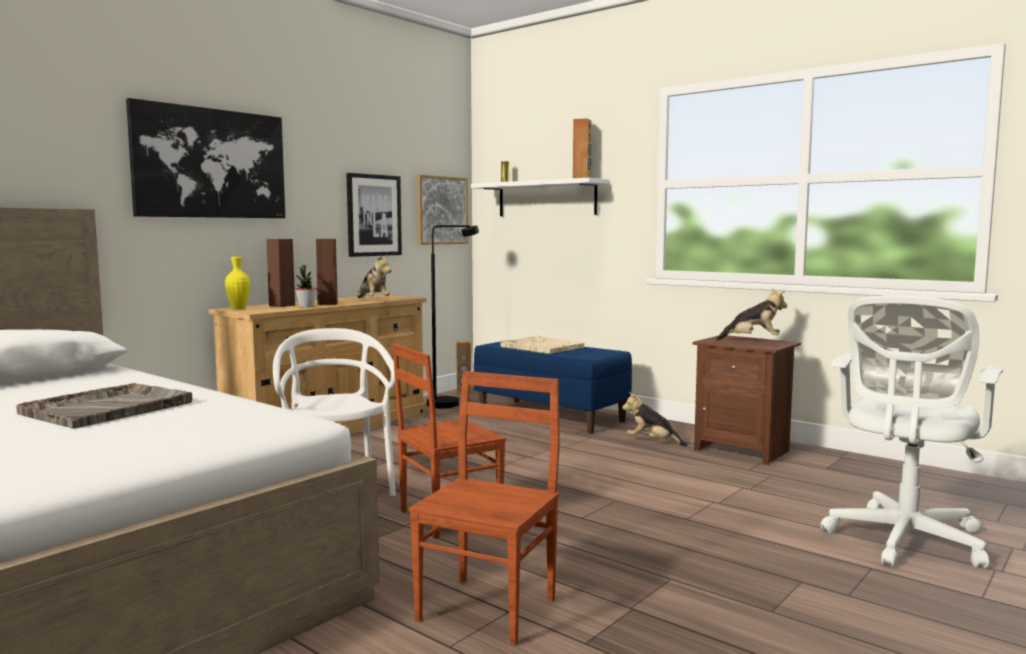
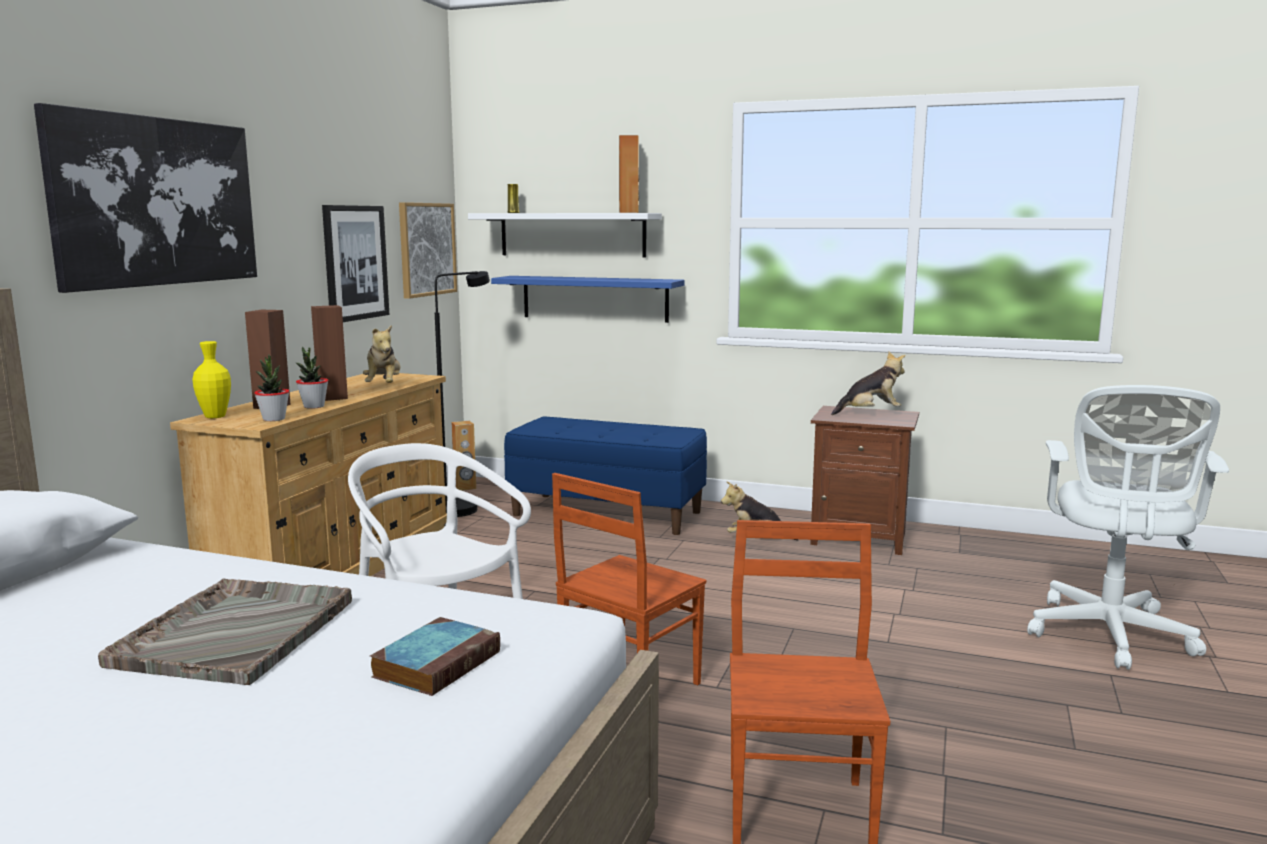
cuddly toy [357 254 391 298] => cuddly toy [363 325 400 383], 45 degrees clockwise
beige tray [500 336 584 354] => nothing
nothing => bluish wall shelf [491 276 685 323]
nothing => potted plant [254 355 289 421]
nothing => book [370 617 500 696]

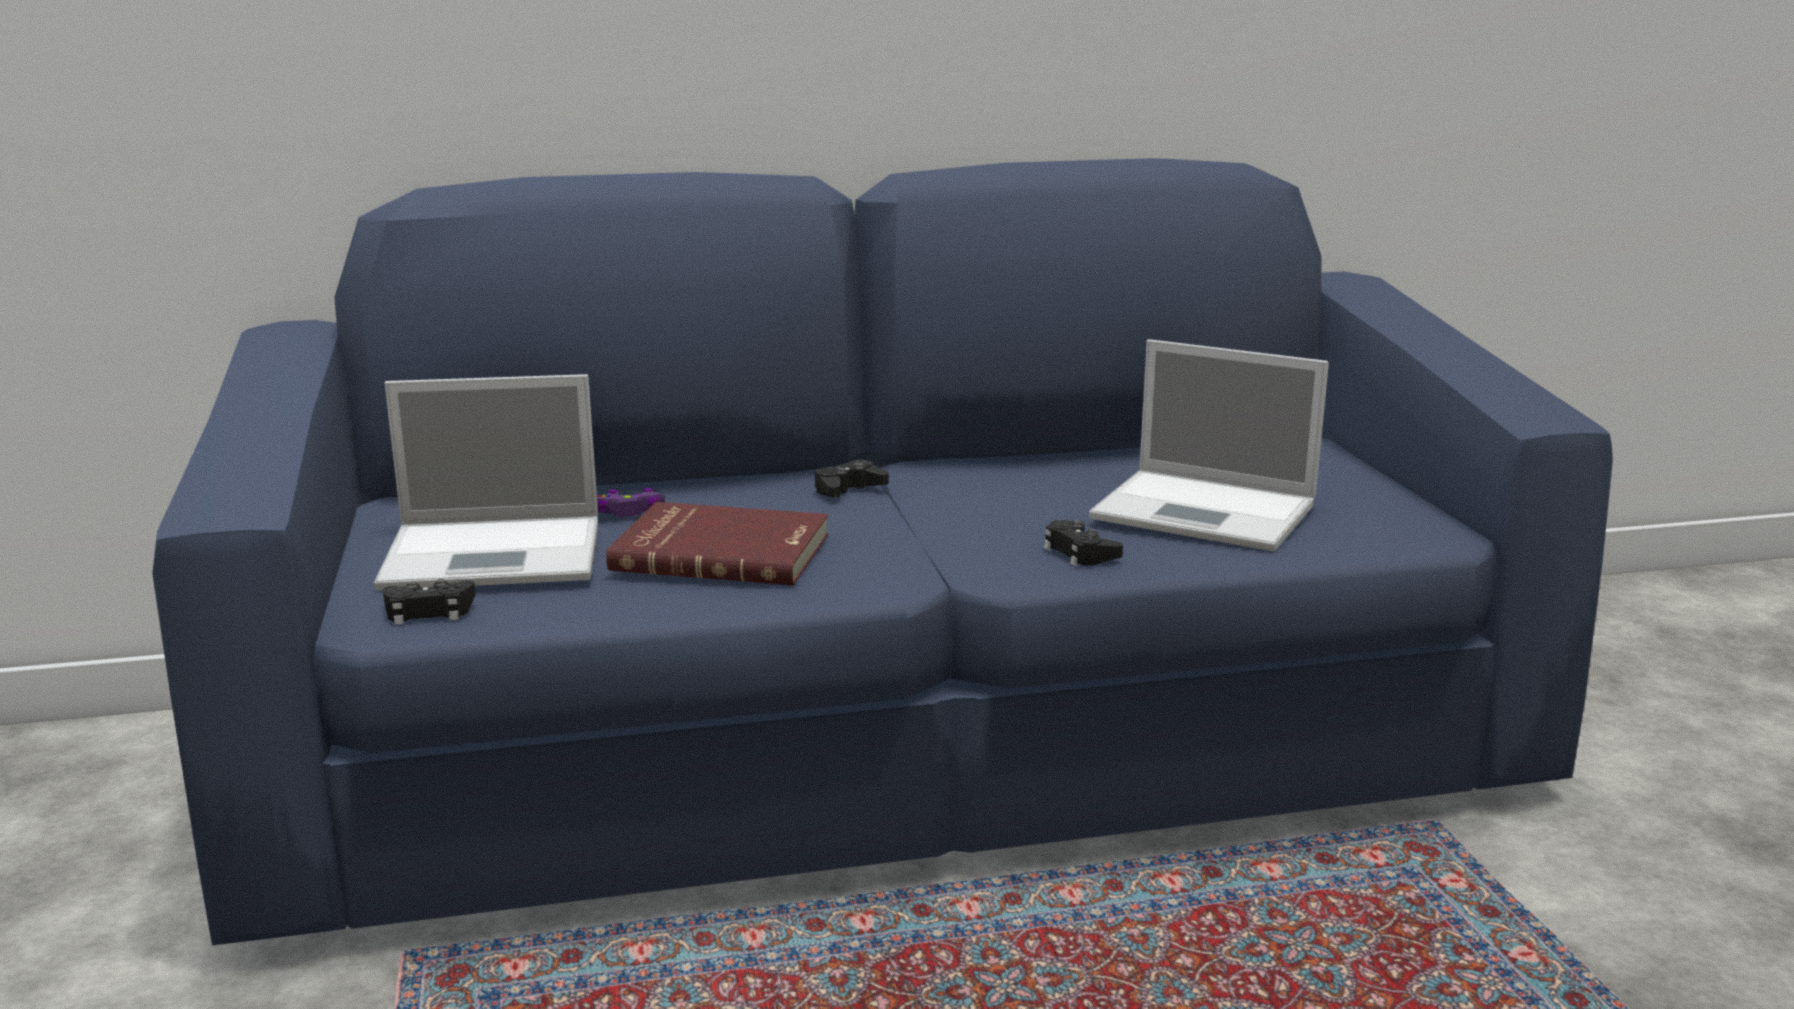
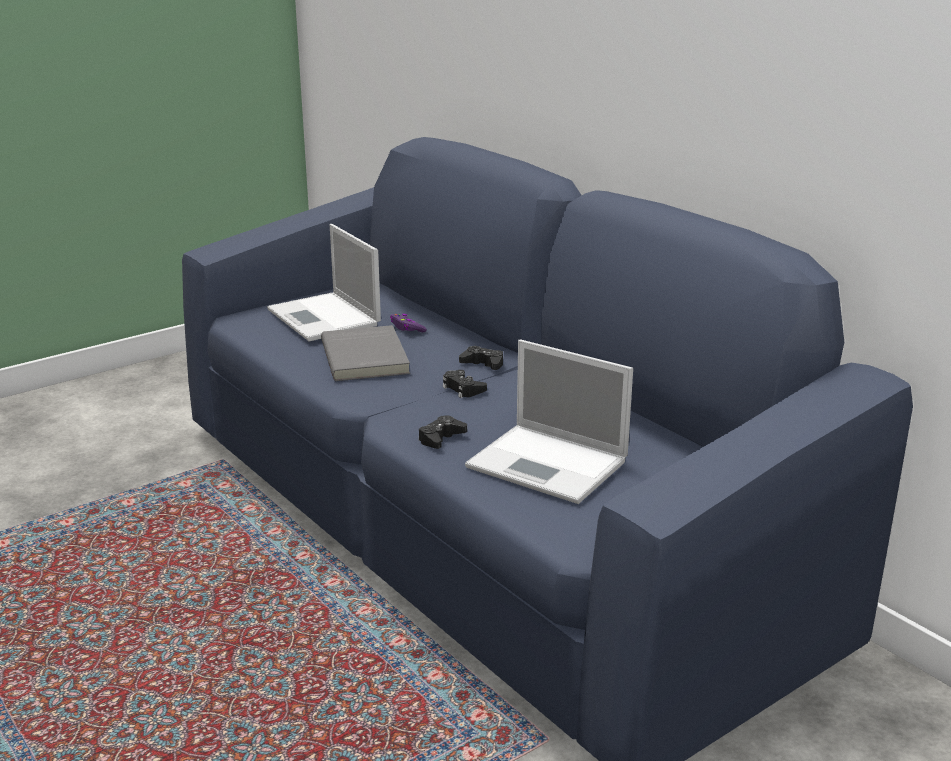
portable computer [1089 339 1329 551] => portable computer [465 339 633 504], 60 degrees counterclockwise
reddish book [606 502 828 585] => grey book [321 325 410 381]
blackish joypad [383 579 476 625] => blackish joypad [443 370 487 398], move

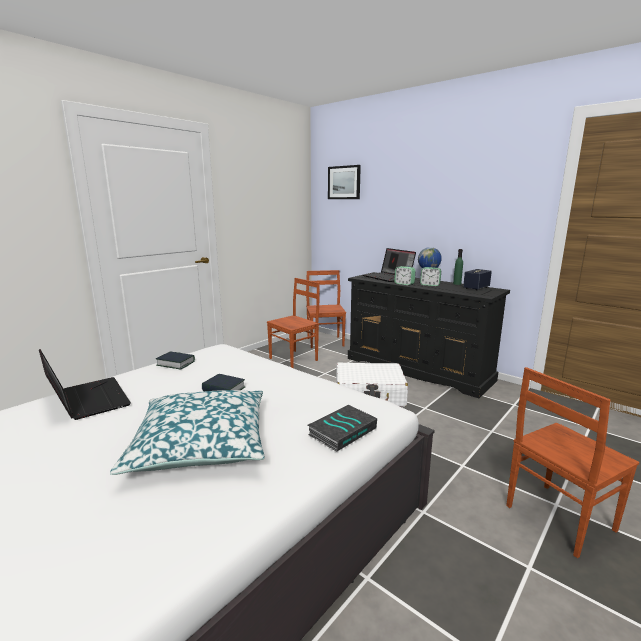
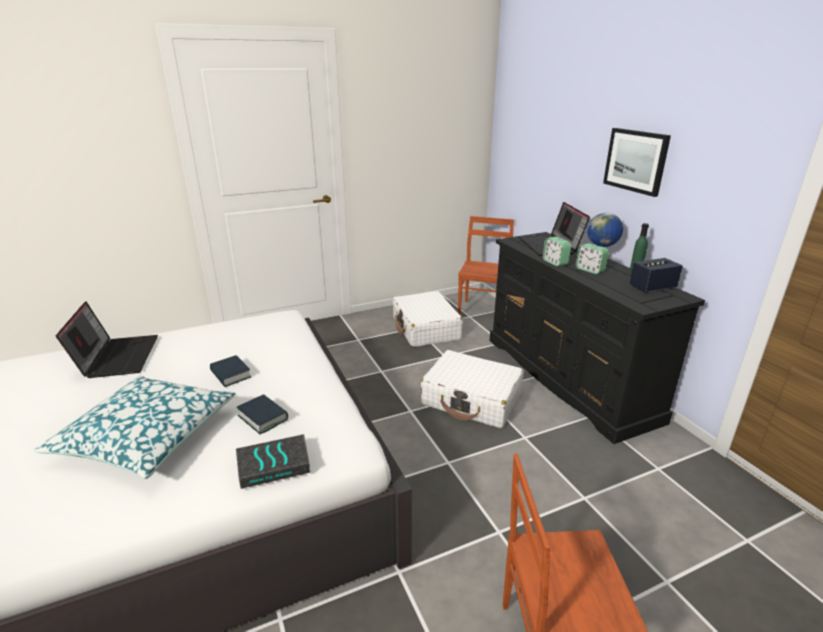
wall picture [328 165 361 199] => wall picture [603 128 671 197], move
brown-coloured upright chair [267 278 320 368] => whitish suitcase [392 291 463 347]
book [156 351 195 369] => book [237 394 288 435], move

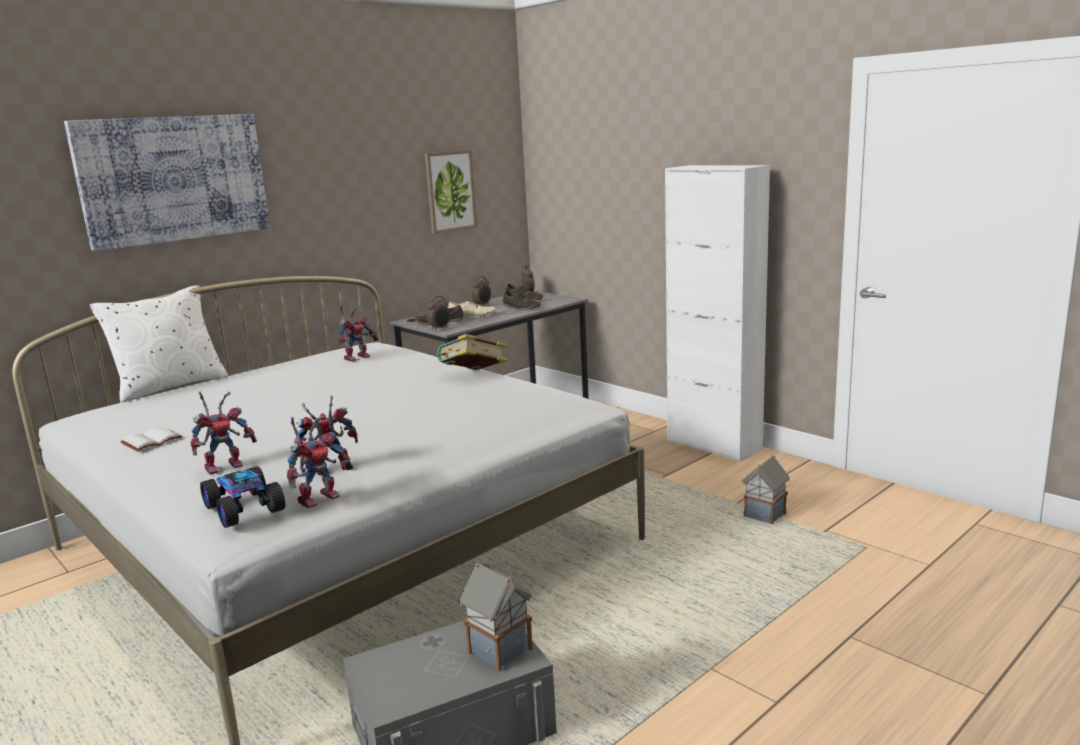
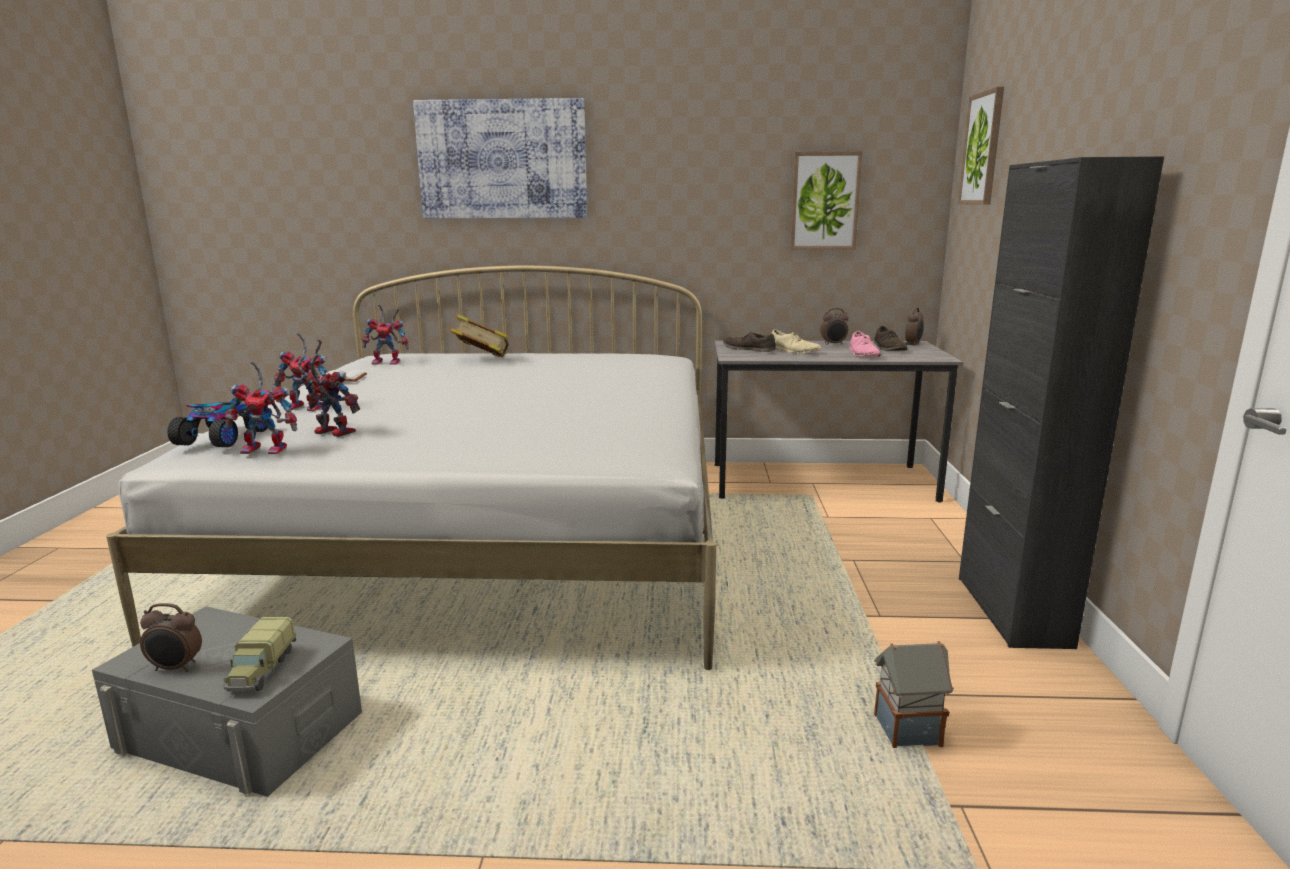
whitish cabinet [665 165 770 462] => blackish cabinet [959 156 1164 649]
whitish throw pillow [90 285 228 403] => nothing
brown-coloured shoe [503 291 541 310] => pink shoe [849 331 881 357]
alarm clock [427 296 451 330] => alarm clock [140 603 202 672], move
model robot [338 305 378 362] => model robot [362 304 409 365], move
book [437 334 508 370] => book [450 314 509 358], move
miniature house [459 562 533 672] => toy lorry [223 617 296 691]
nothing => wall picture [958 87 1004 205]

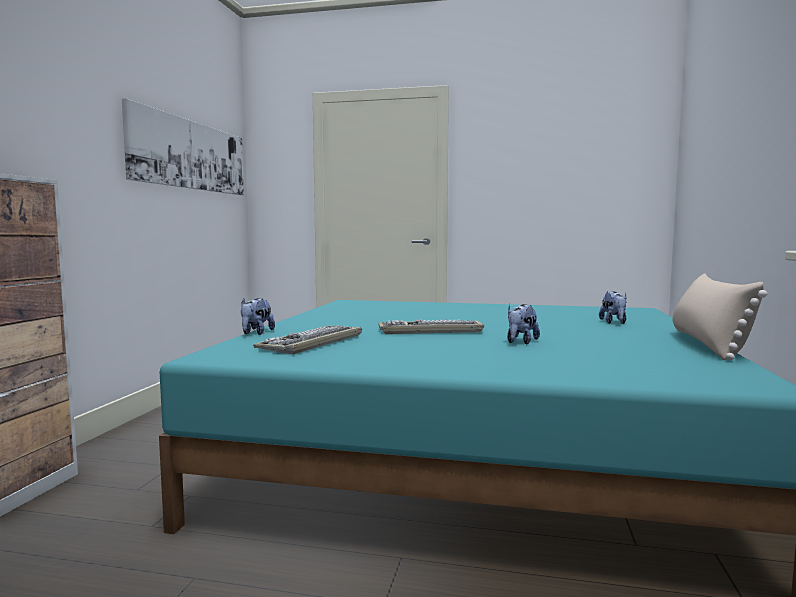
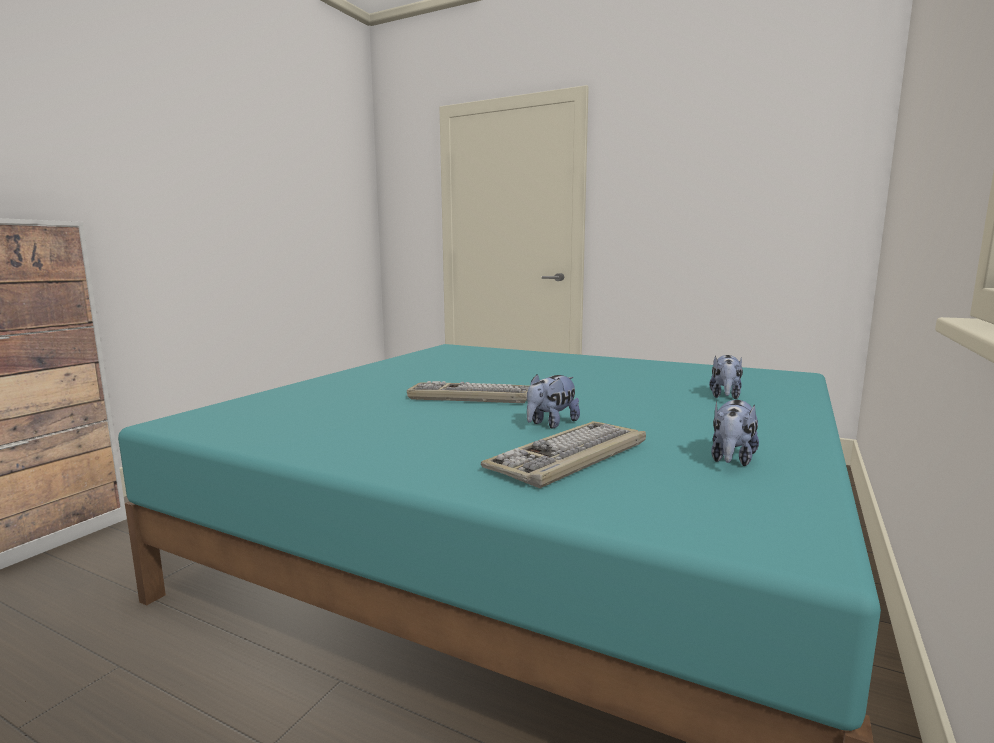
wall picture [122 98 244 195] => nothing
beige throw pillow [672 273 767 360] => nothing
cuddly toy [241 298 275 335] => cuddly toy [711 400 759 466], move
computer keyboard [253 325 362 354] => computer keyboard [481 421 646 488], move

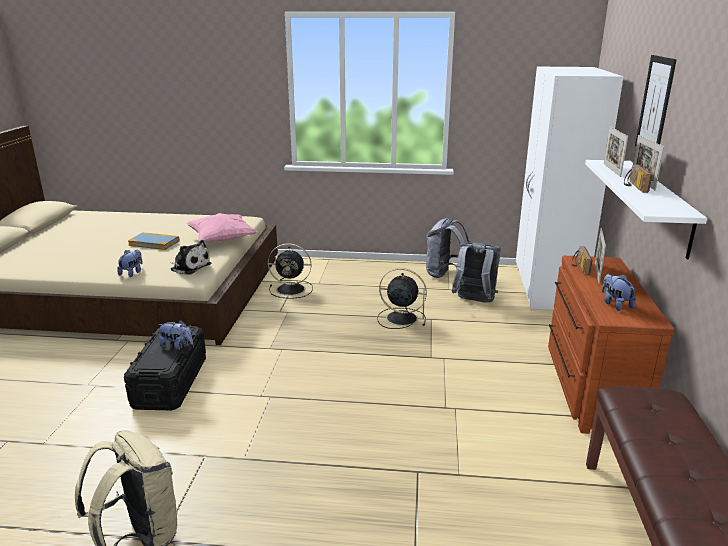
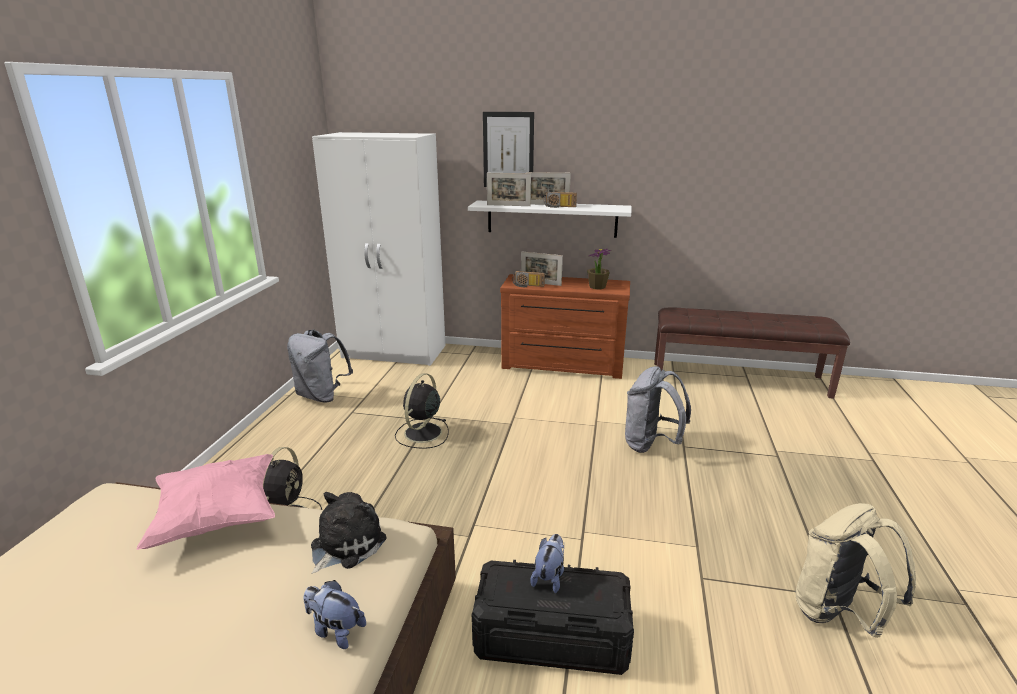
book [128 232 179 250] => nothing
grey knapsack [451 242 501 303] => grey knapsack [625 366 691 453], move
cuddly toy [602 274 636 311] => potted plant [587 249 611 289]

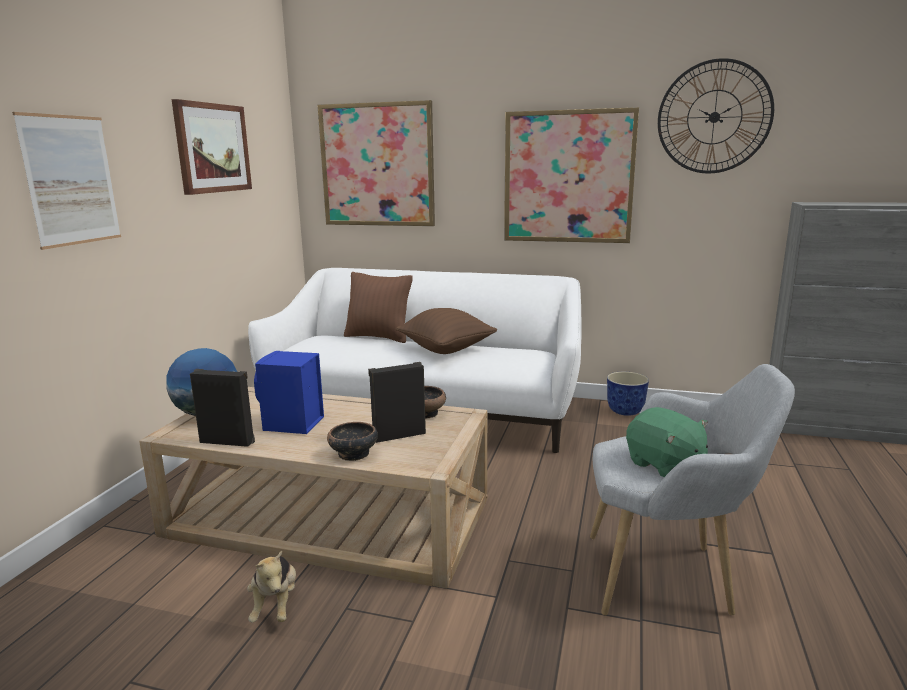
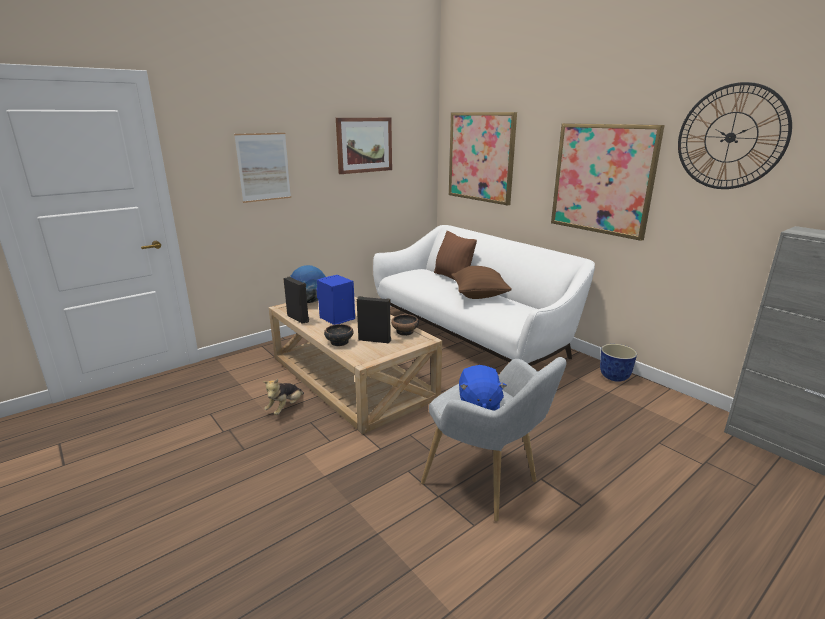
green cuddly toy [626 407 708 477] => bluish cuddly toy [459 365 507 411]

